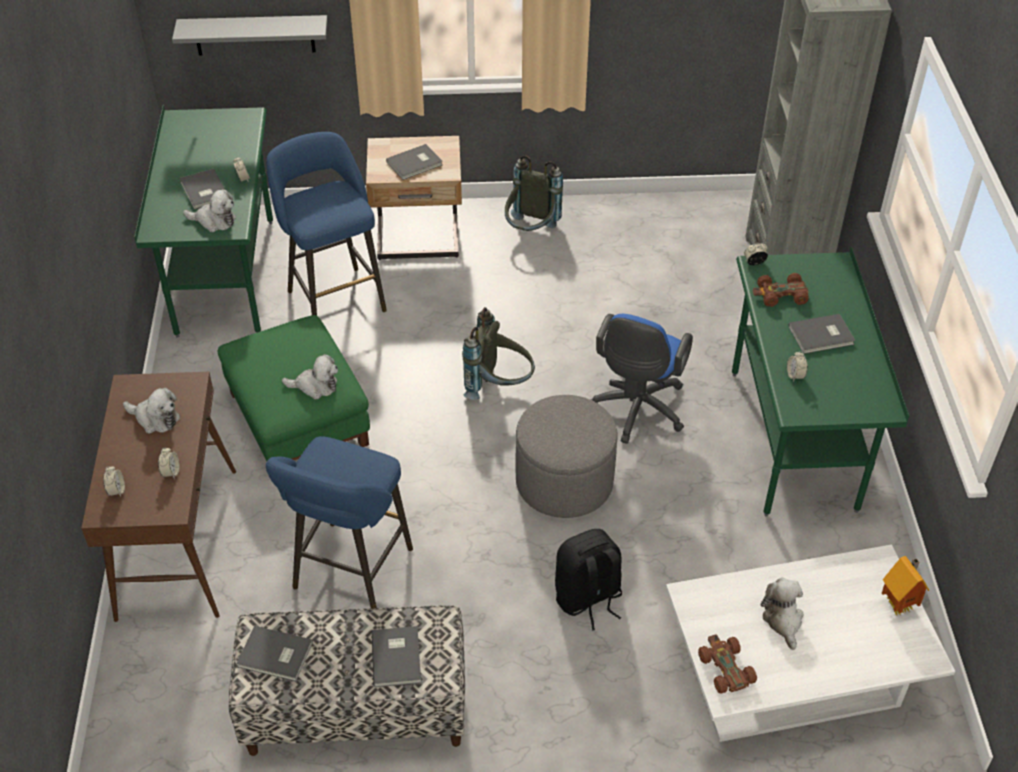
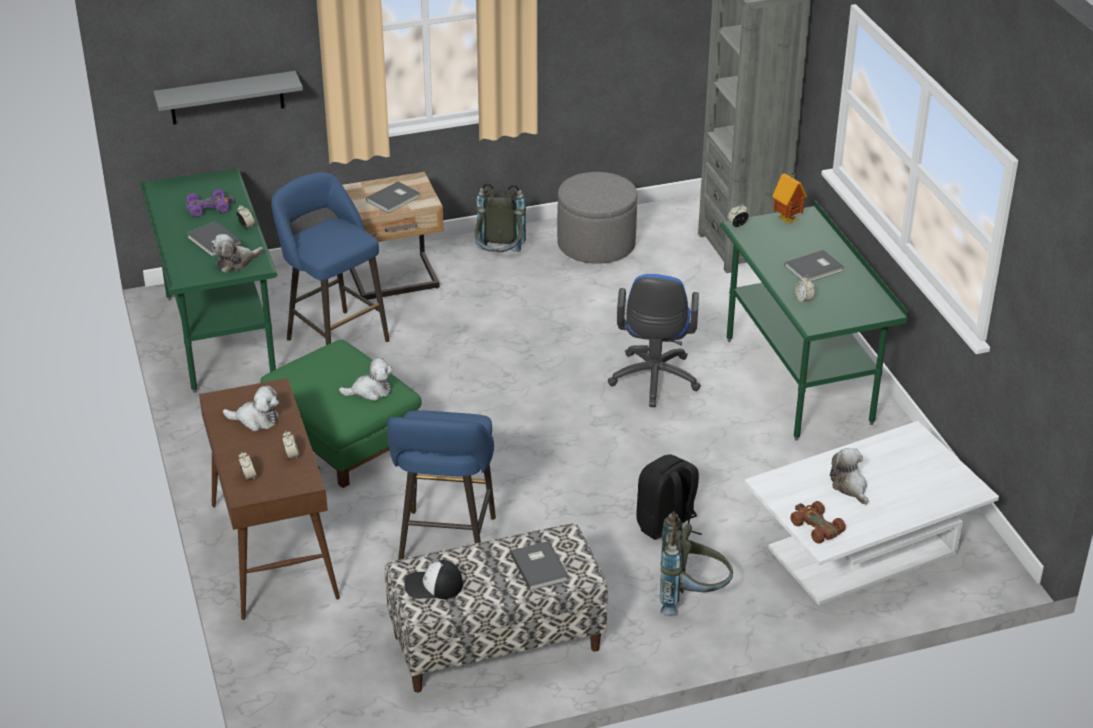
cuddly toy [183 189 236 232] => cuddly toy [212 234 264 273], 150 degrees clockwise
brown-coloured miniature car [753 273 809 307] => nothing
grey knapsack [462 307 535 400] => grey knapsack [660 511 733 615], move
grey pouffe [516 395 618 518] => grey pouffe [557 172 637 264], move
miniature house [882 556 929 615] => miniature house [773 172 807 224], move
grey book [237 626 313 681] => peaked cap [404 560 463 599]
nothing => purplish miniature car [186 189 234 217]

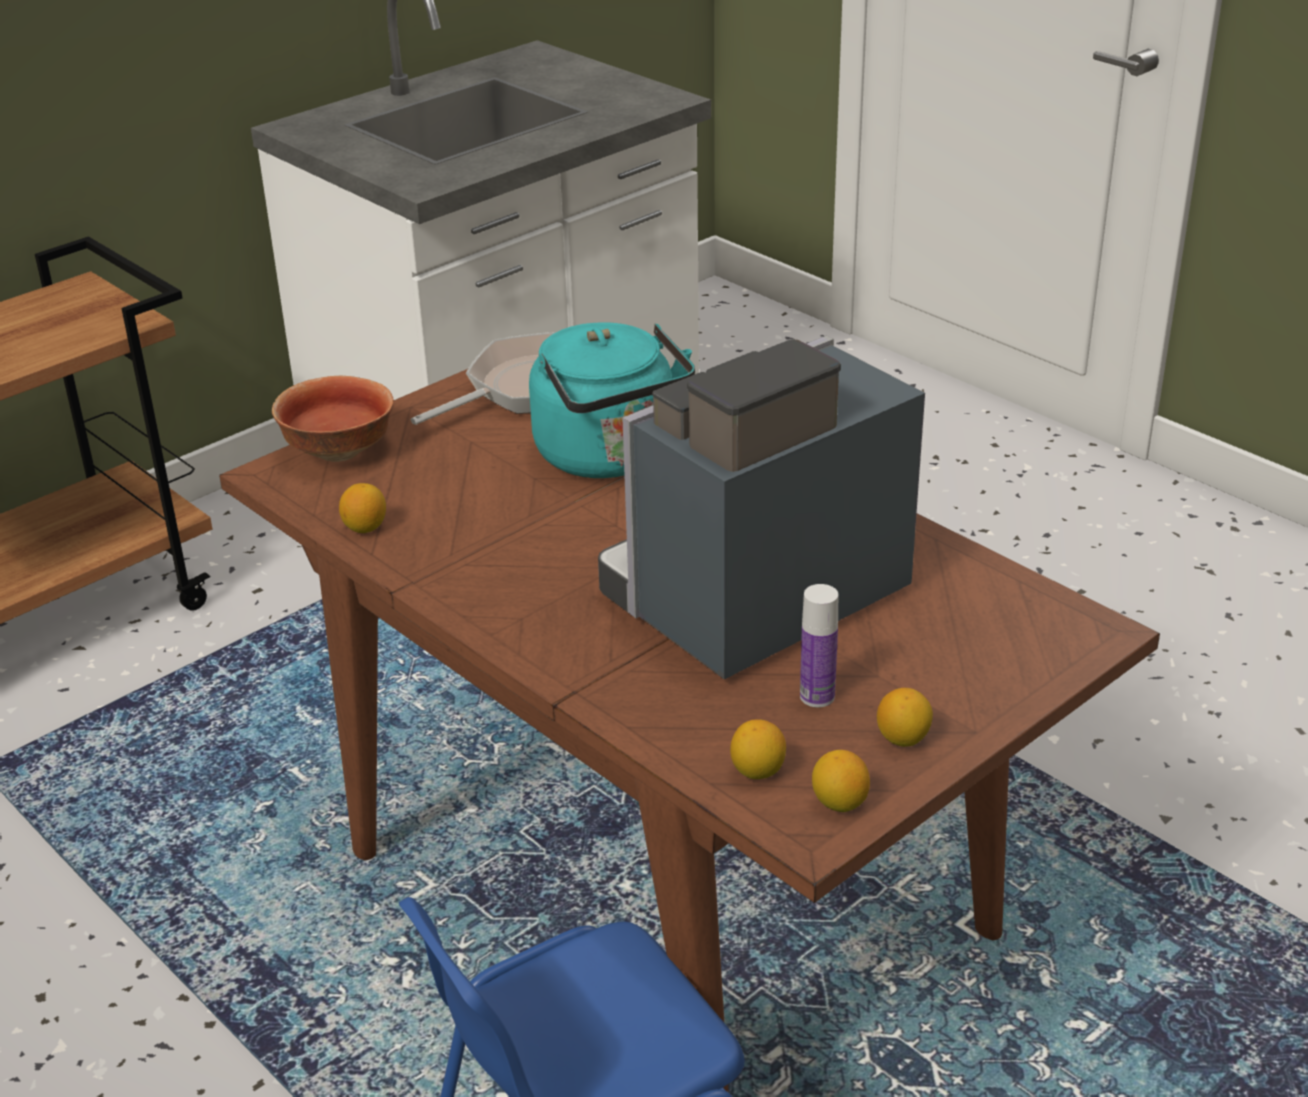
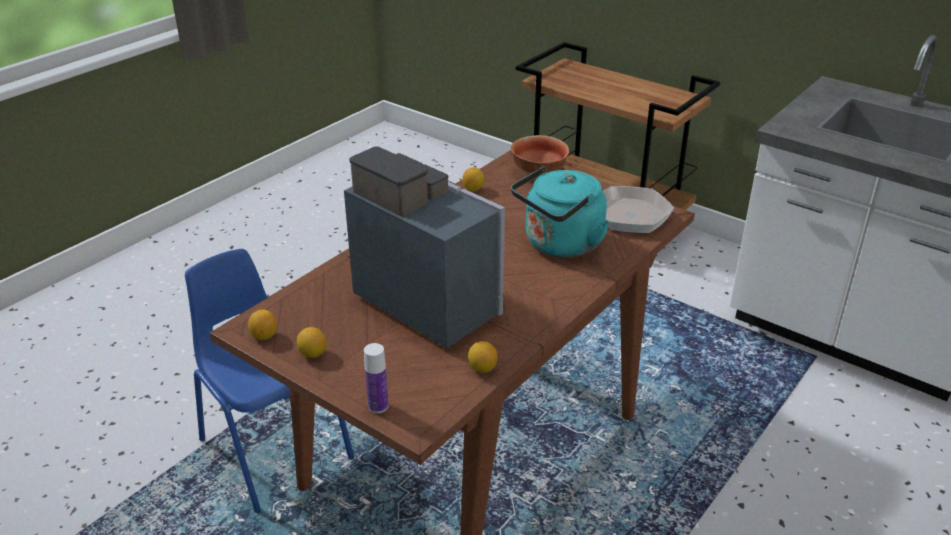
beverage bottle [800 584 838 707] => beverage bottle [364 343 388 413], move
citrus fruit [730 719 786 779] => citrus fruit [468 341 497 373], move

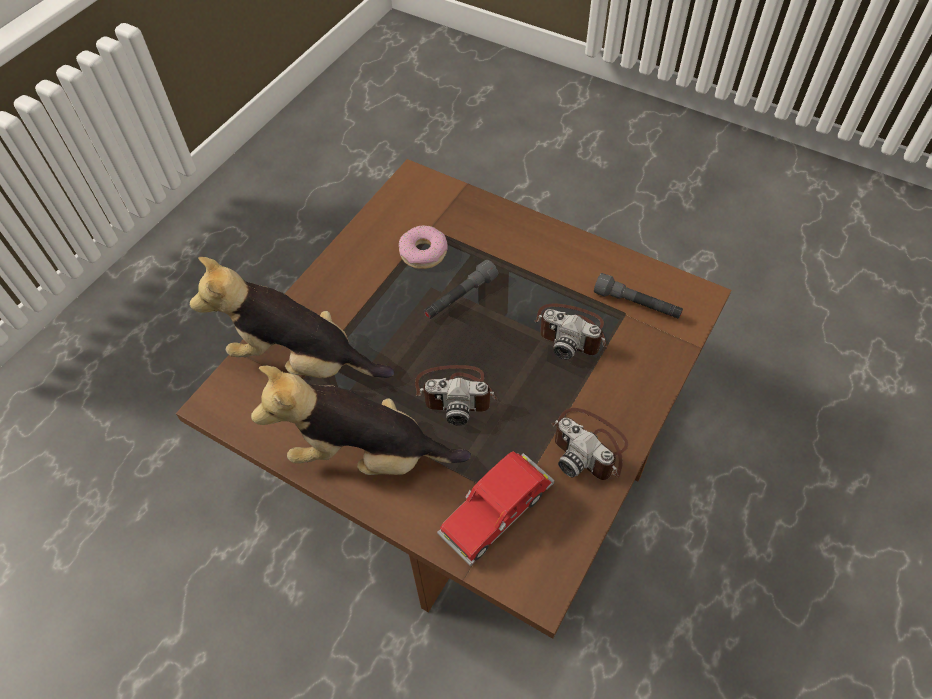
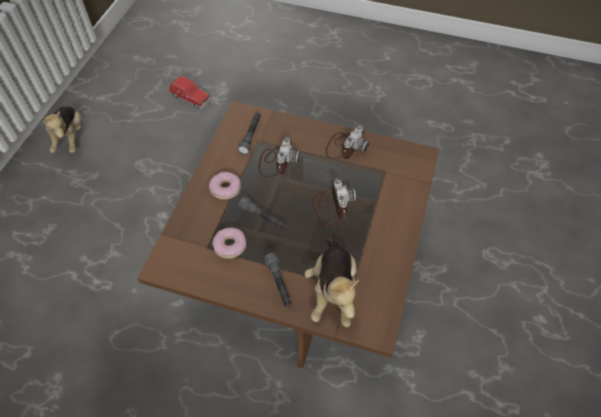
cuddly toy [251 366 471 475] => cuddly toy [42 106 81 153], move
reddish miniature car [437 451 555 567] => reddish miniature car [167 76 211 109], move
nothing => ring doughnut [209 172 241 200]
nothing => grey flashlight [264 253 292 308]

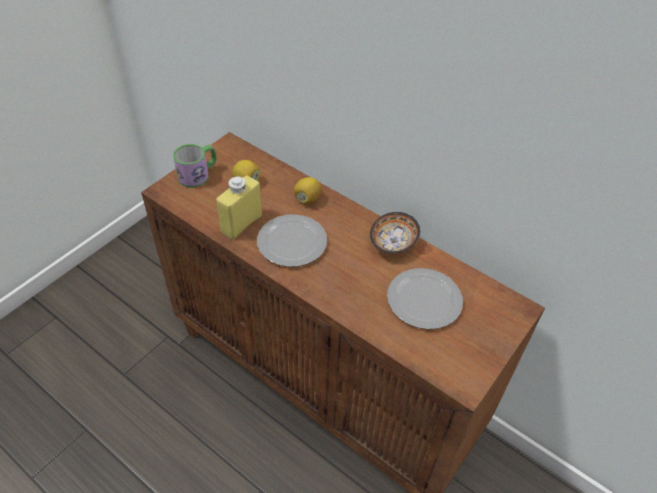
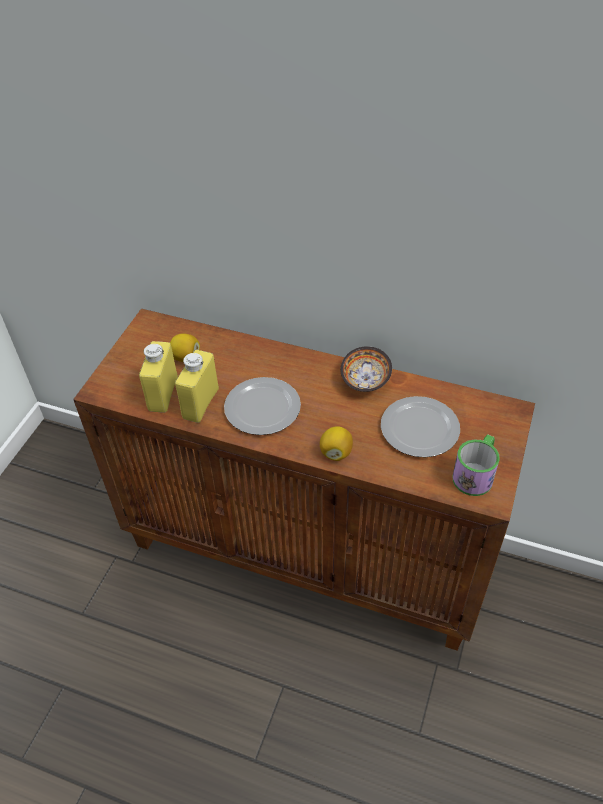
mug [173 144 217 188] => mug [453 434 500 496], move
citrus fruit [294 177 322 205] => citrus fruit [320 426 353 461], move
nothing => yellowish beverage bottle [139 341 178 413]

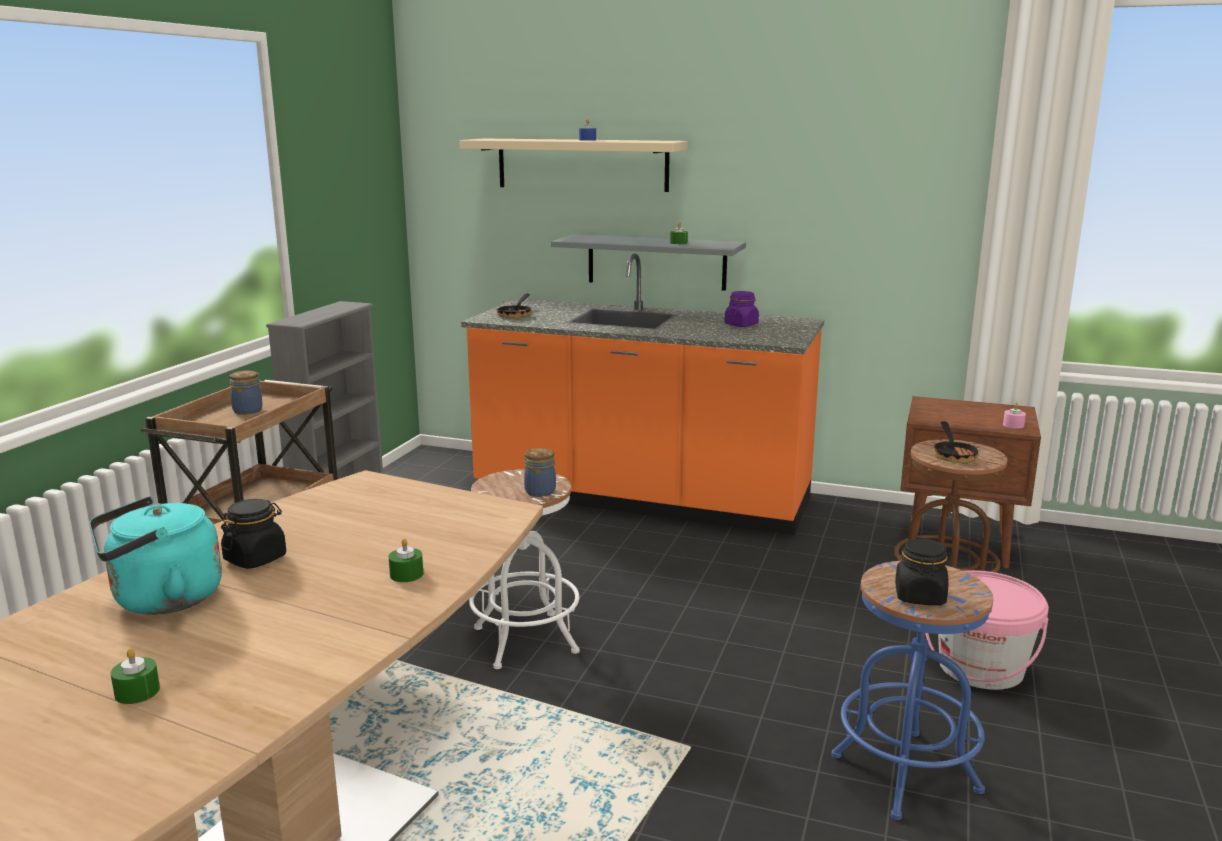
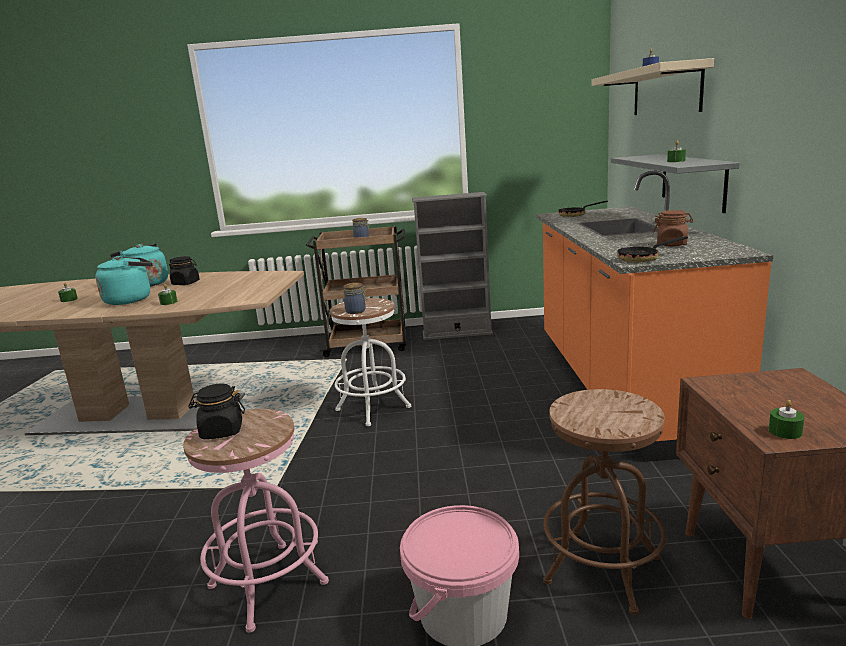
purplish storage jar [725 291 759 327] => brown-coloured storage jar [653 210 693 246]
pink candle [1003 402 1026 429] => green candle [769 400 804 439]
pan [932 421 978 463] => pan [617 237 688 262], move
bluish stool [831 561 993 820] => pink stool [183 409 329 633]
nothing => blue-green tea kettle [95 256 153 305]

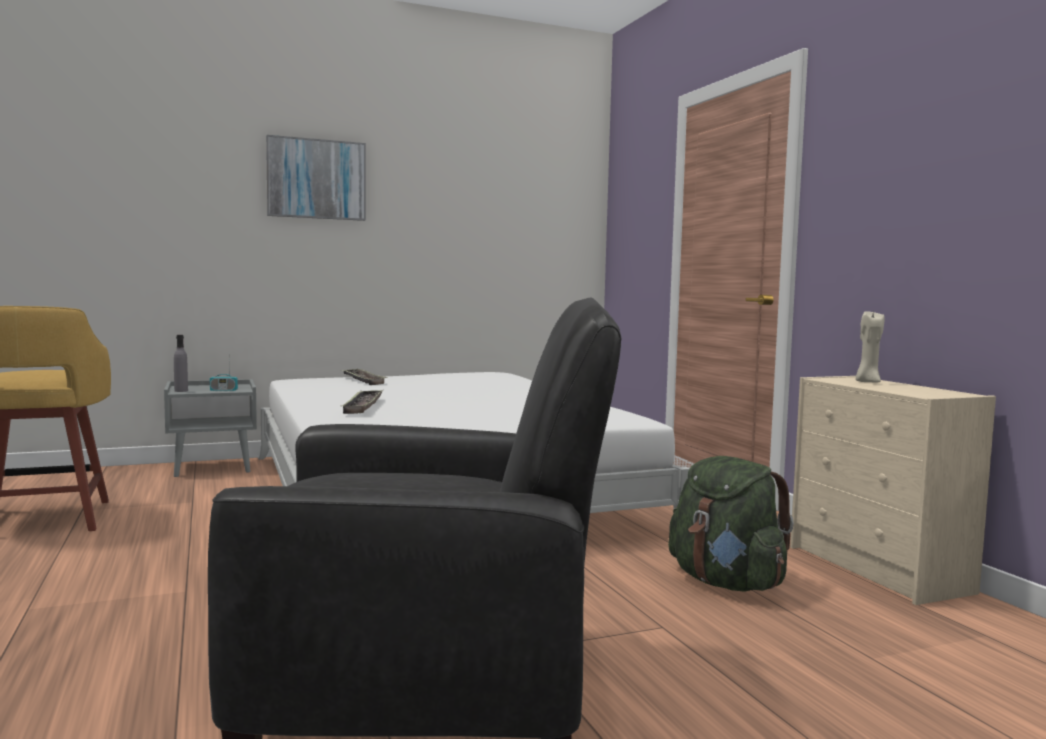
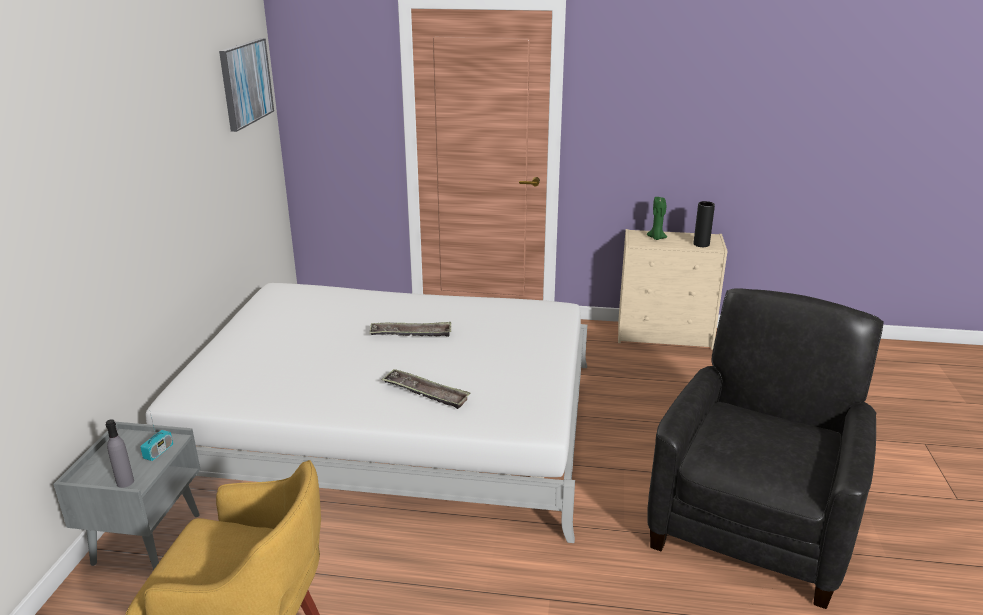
wall picture [266 135 366 221] => wall picture [219 38 274 132], move
beige candle [855 311 884 383] => green candle [647 197 667 240]
tray [342 369 388 385] => tray [369 322 451 337], move
green knapsack [668 456 794 592] => nothing
nothing => blackish decorative vase [693 201 715 247]

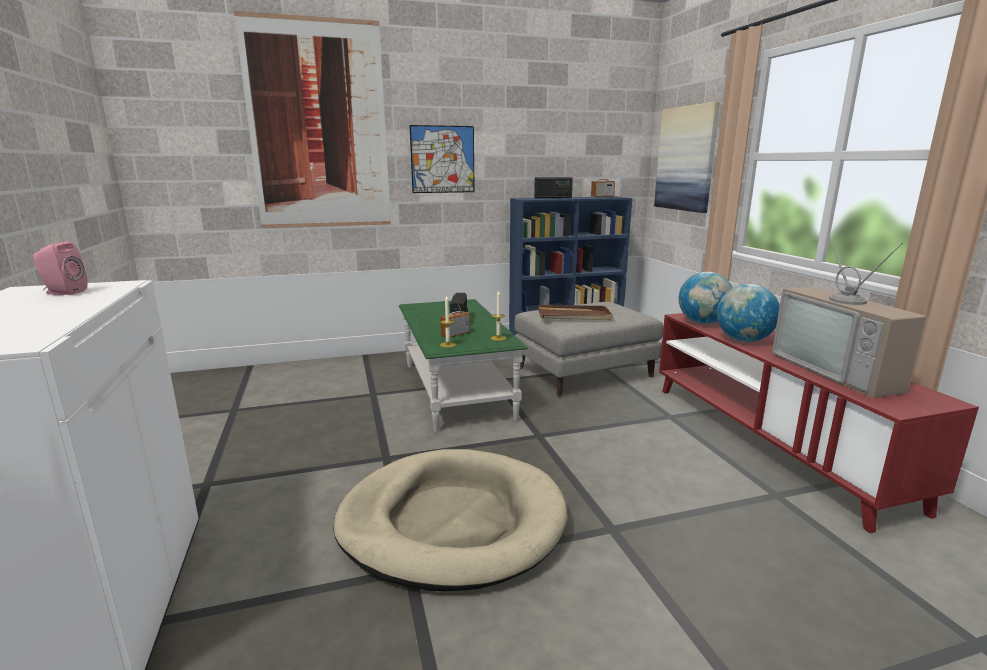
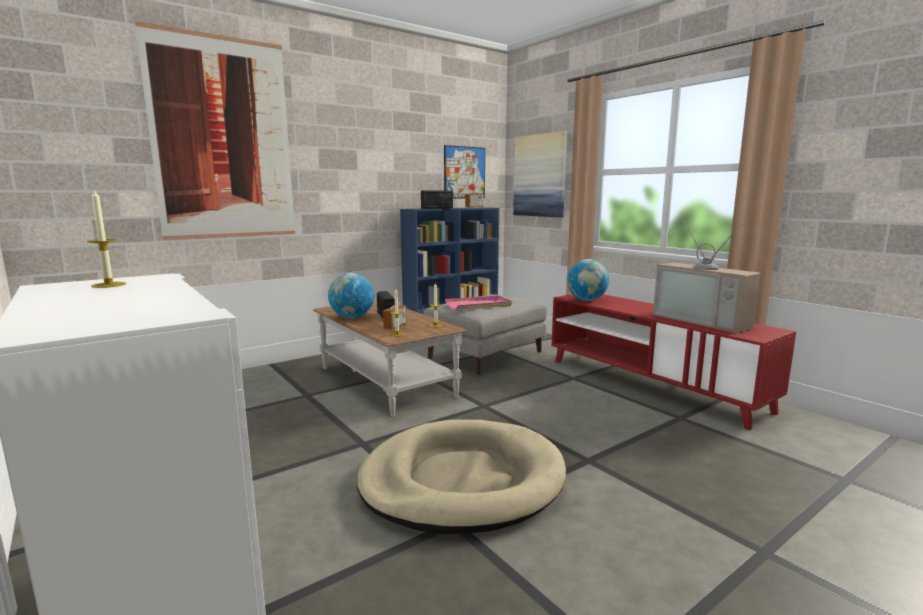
wall picture [409 125 475 193] => wall picture [444 145 485 198], move
pink speaker [33 241 88 295] => candle [87 189 126 288]
world globe [717 284 780 342] => world globe [328 273 374 318], move
green lounge table [399 299 528 432] => brown-coloured lounge table [313 300 467 417]
brown-coloured tray [538 305 613 320] => pink tray [445 296 512 309]

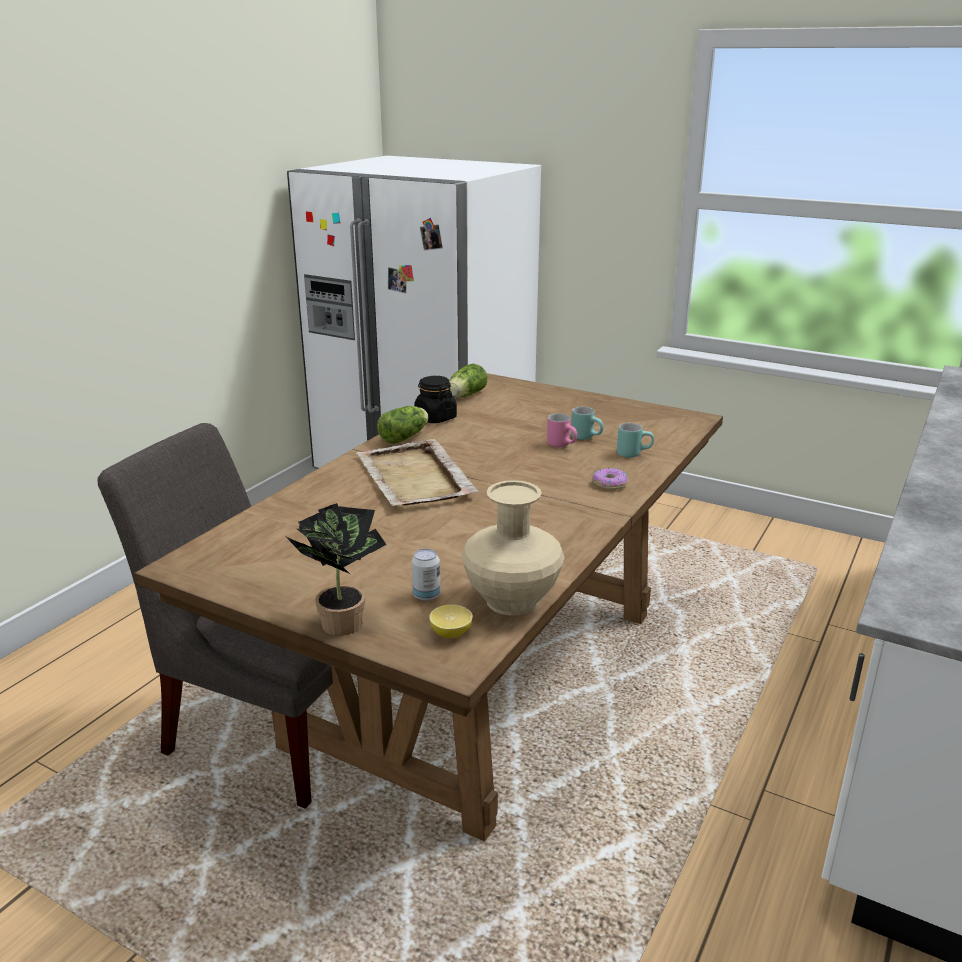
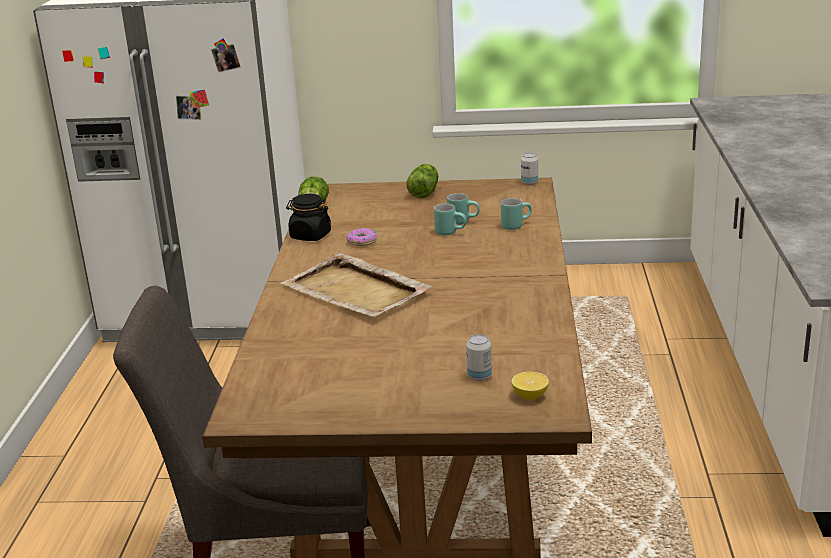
lettuce [377 406 429 444] => lettuce [406 164 438 198], move
pink mug [547 413 577 447] => blue-green mug [434 203 467 236]
ring doughnut [592 468 628 490] => ring doughnut [346 228 377 246], move
beige decorative vase [462 480 564 616] => nothing
potted plant [285 503 387 636] => nothing
nothing => can [521 153 538 185]

